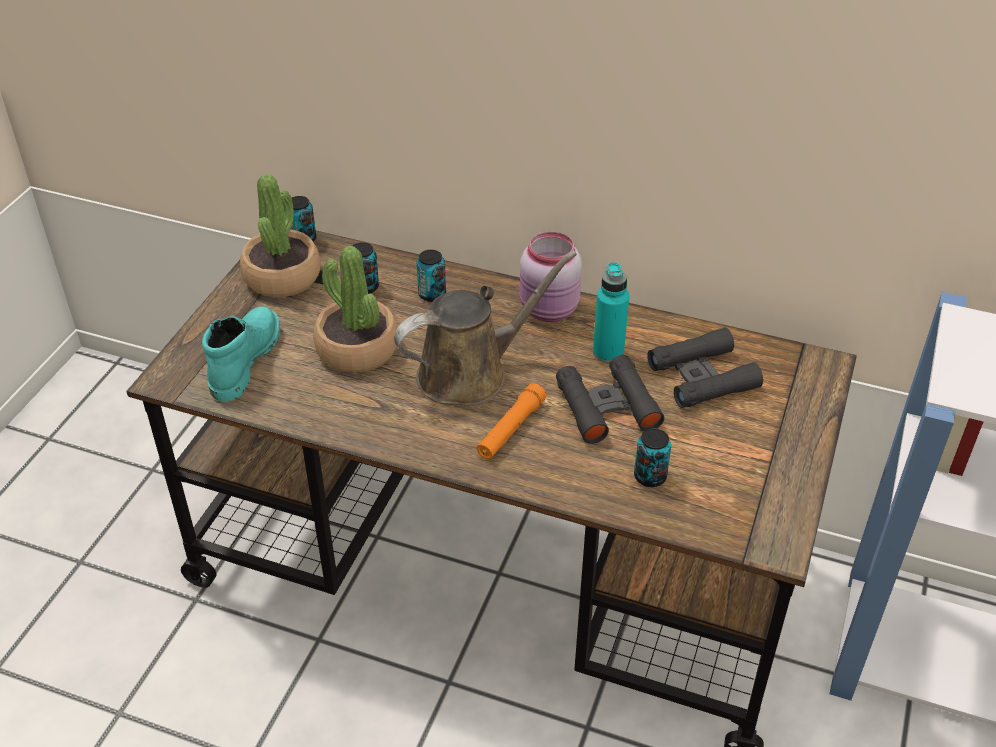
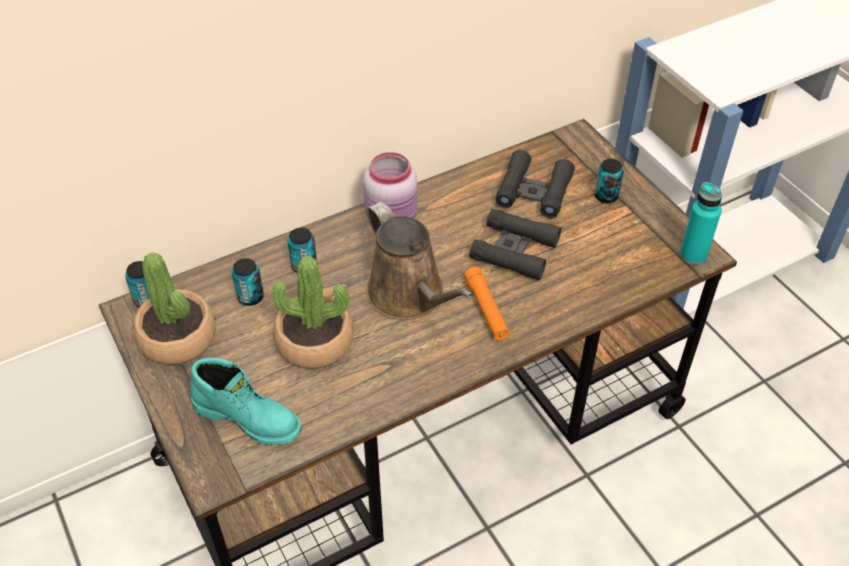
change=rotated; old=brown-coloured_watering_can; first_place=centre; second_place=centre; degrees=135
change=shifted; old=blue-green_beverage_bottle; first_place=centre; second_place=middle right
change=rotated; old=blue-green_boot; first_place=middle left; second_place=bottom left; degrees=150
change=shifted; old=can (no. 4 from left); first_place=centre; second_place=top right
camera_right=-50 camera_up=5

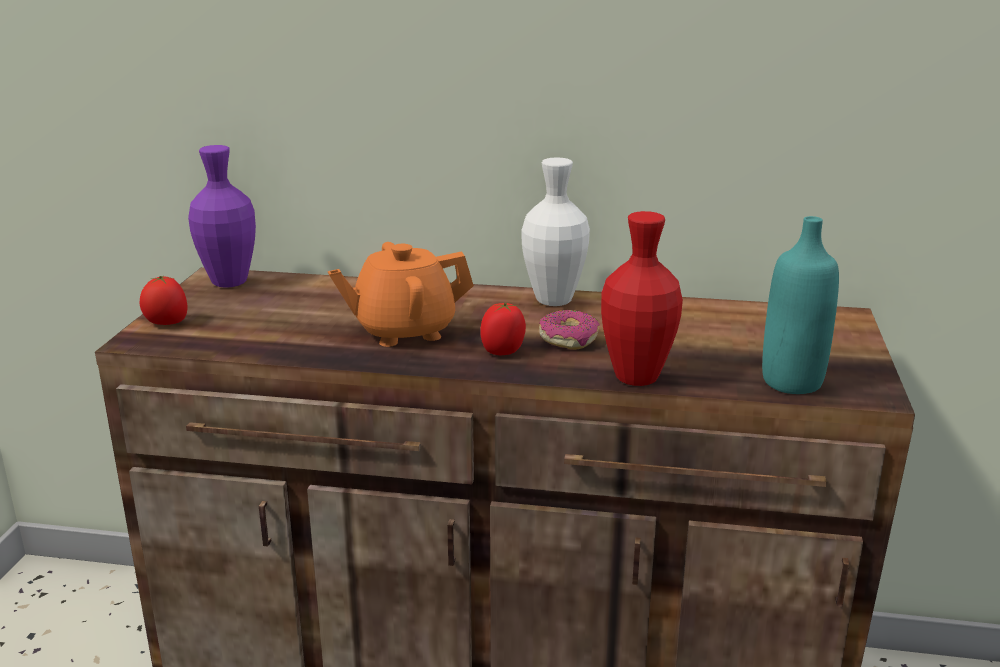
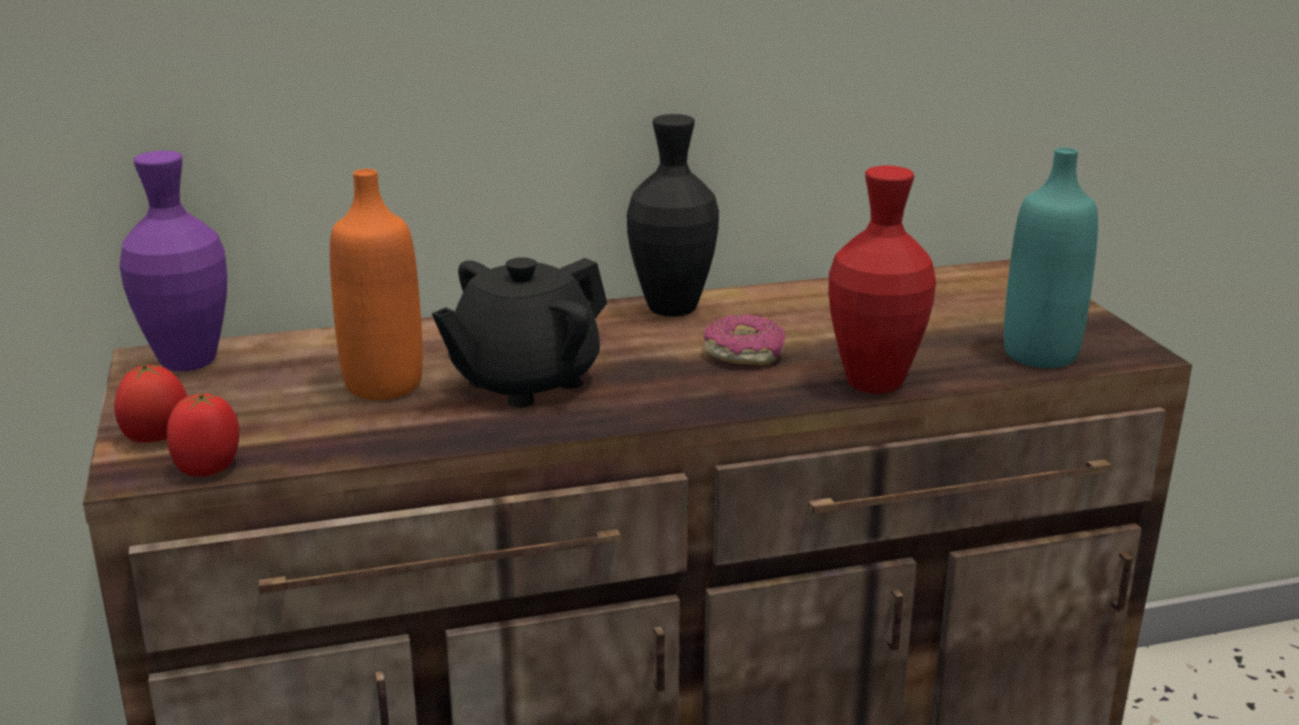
change=repainted; old=whitish_flower_vase; new=black-coloured_flower_vase; first_place=centre; second_place=top centre
change=repainted; old=orangey_teapot; new=black-coloured_teapot; first_place=centre; second_place=centre
change=shifted; old=fresh_tomato (no. 2 from left); first_place=centre; second_place=middle left
change=new; new=orangey_beverage_bottle; second_place=middle left
camera_right=-25 camera_up=0

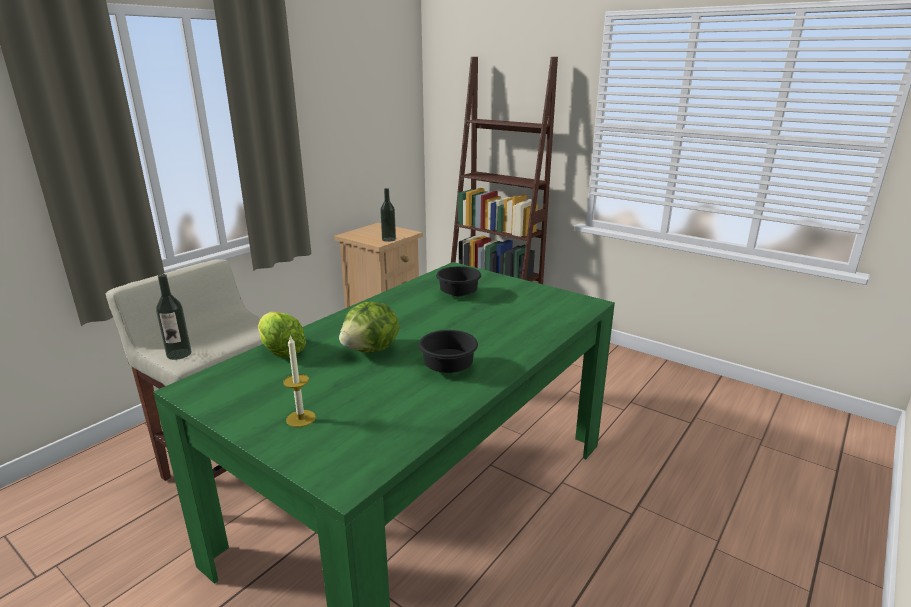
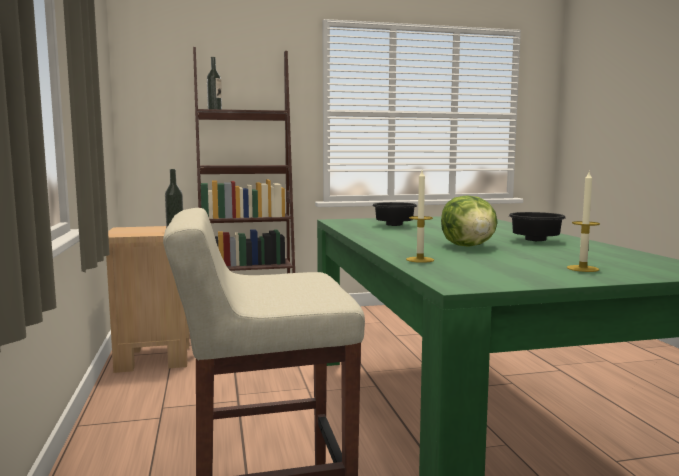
change=shifted; old=beverage_bottle (no. 1 from left in the first image); new=beverage_bottle (no. 2 from left); first_place=middle left; second_place=top left
change=swapped; old=head_of_lettuce (no. 1 from left); new=candle (no. 1 from left); first_place=middle left; second_place=centre
camera_right=-50 camera_up=-15

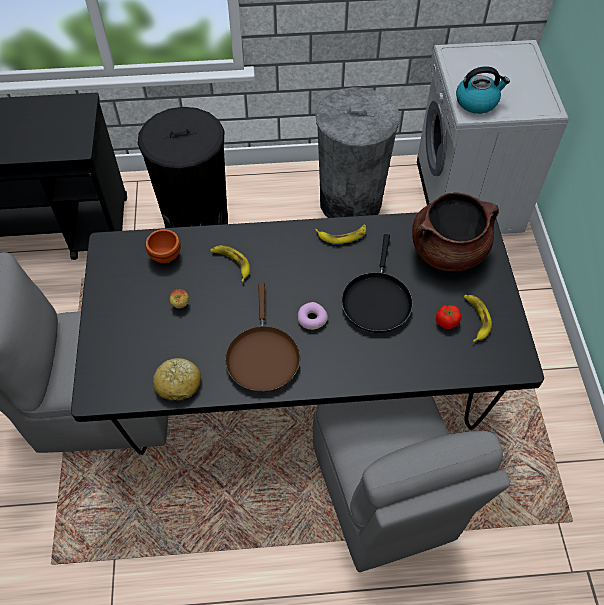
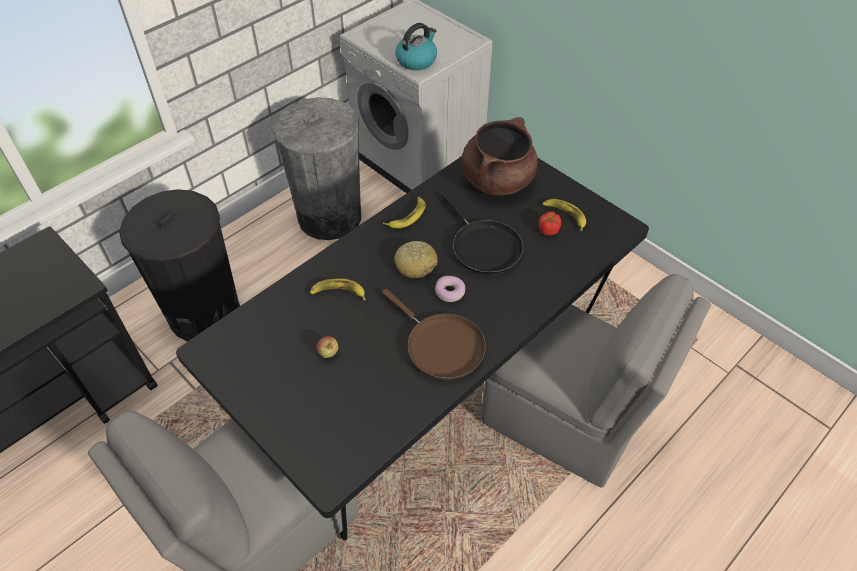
change=gone; old=brown-coloured_deep_dish; first_place=middle left
change=shifted; old=bread; first_place=middle left; second_place=centre
camera_right=-40 camera_up=-5

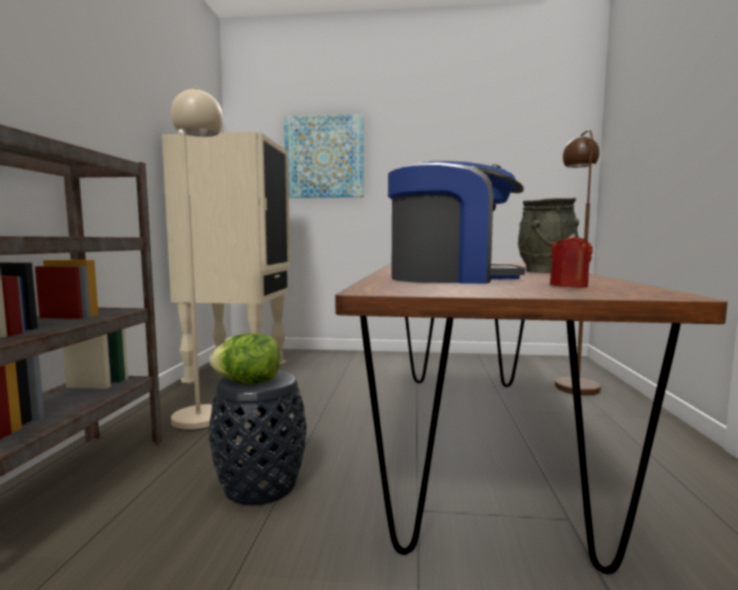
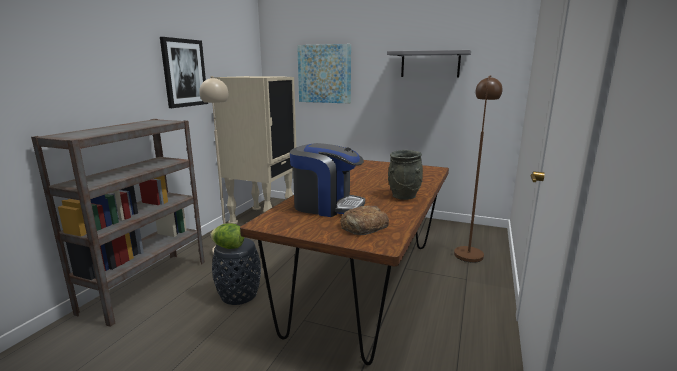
change=swapped; old=red-coloured_candle; new=bread; first_place=middle right; second_place=centre
change=new; new=picture (no. 1 from left); second_place=top left
change=new; new=greyish_wall_shelf; second_place=top centre
camera_right=15 camera_up=10

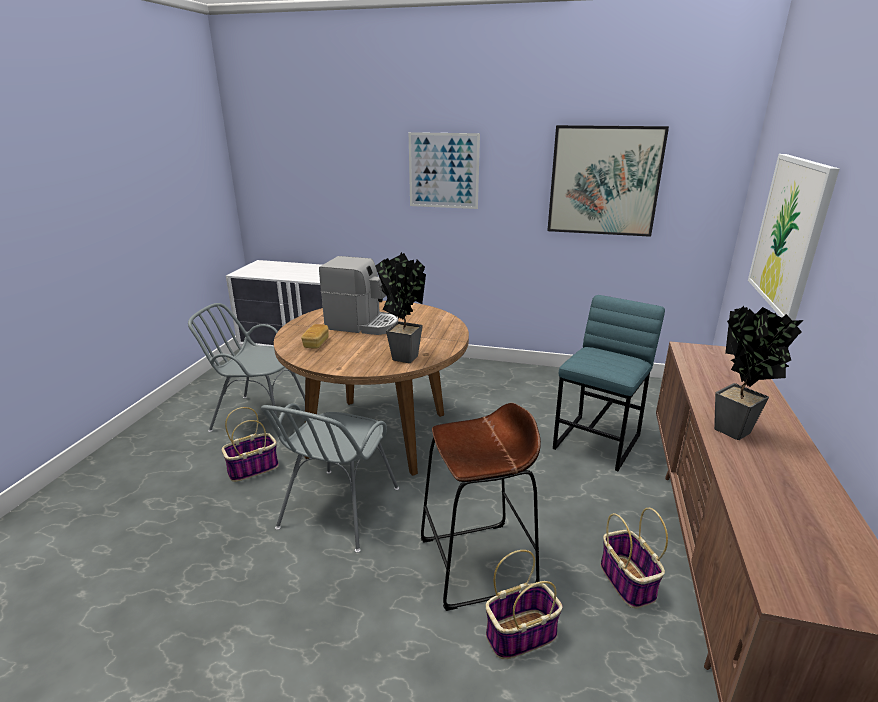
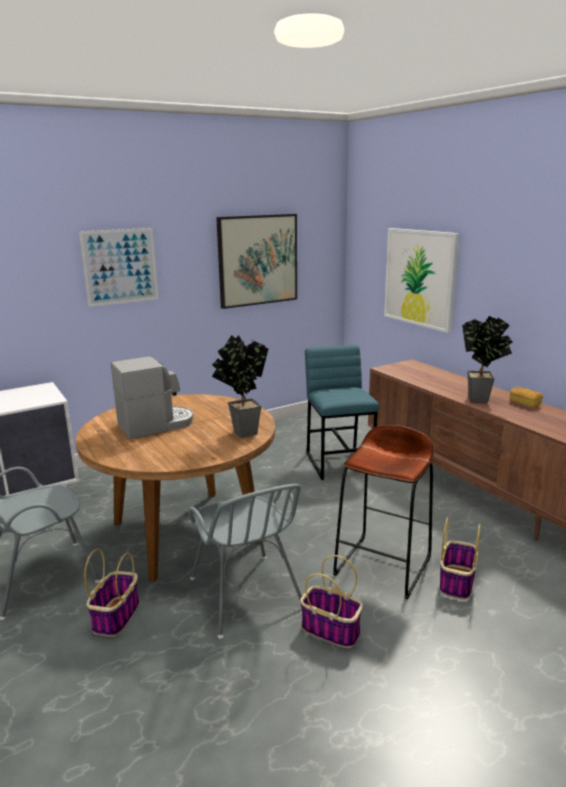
change=shifted; old=bread; first_place=centre; second_place=middle right
change=shifted; old=storage_basket (no. 3 from left in the first image); new=storage_basket (no. 2 from left); first_place=bottom right; second_place=bottom centre
camera_right=-45 camera_up=-5

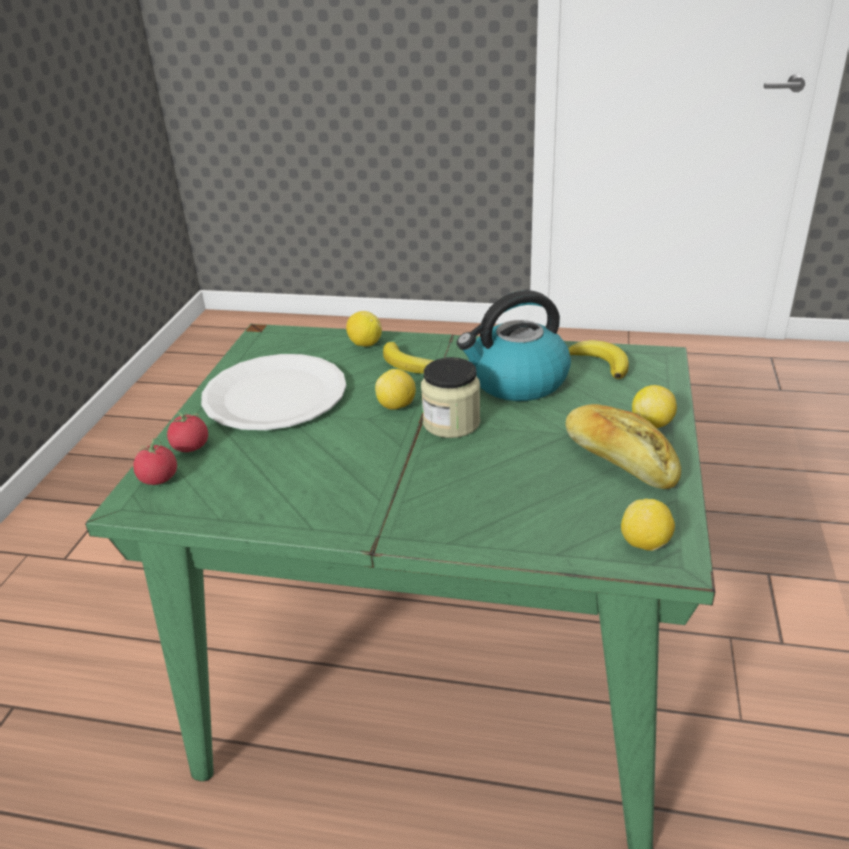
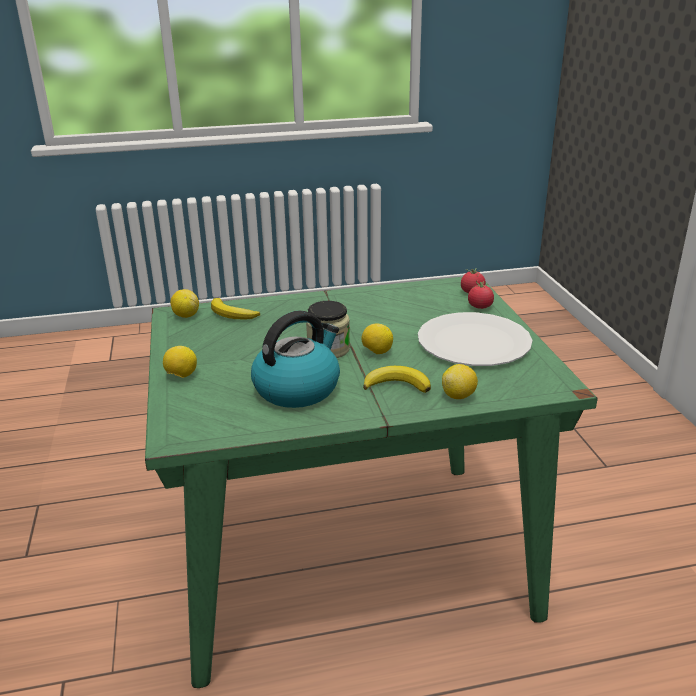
change=shifted; old=banana (no. 2 from left in the first image); new=banana (no. 1 from left); first_place=middle right; second_place=centre
change=gone; old=bread; first_place=middle right
camera_right=155 camera_up=-5

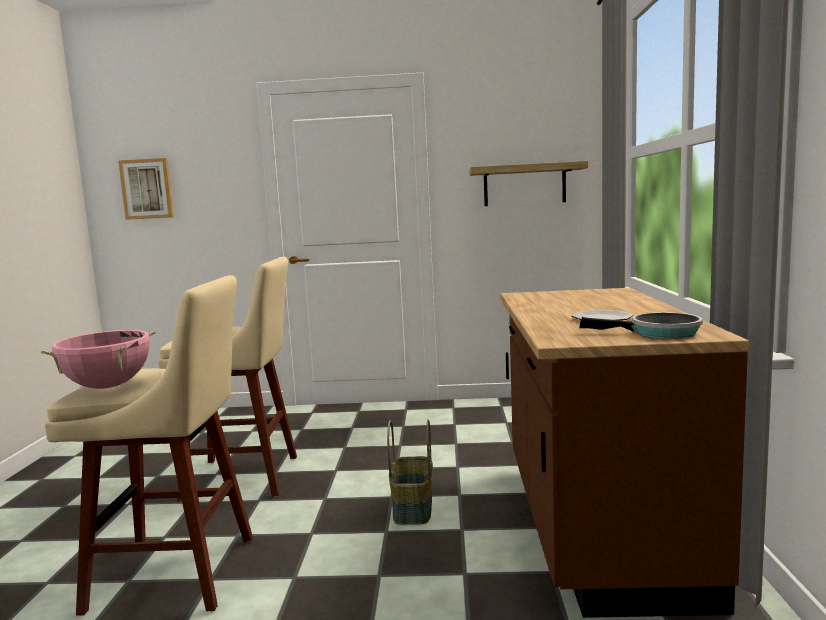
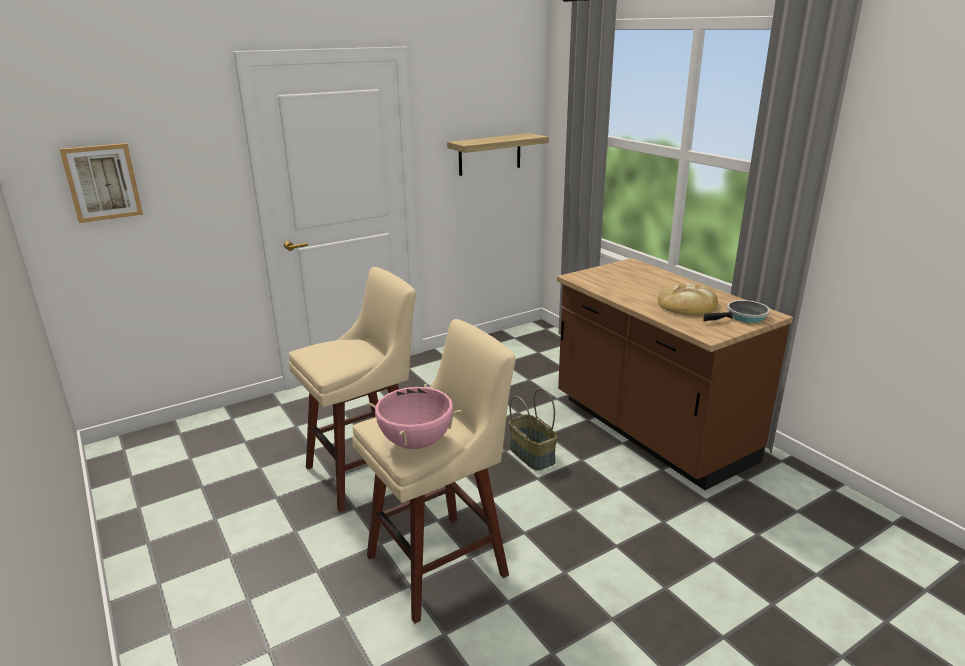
change=swapped; old=flat_dish; new=bread; first_place=middle right; second_place=middle right
camera_right=-35 camera_up=15

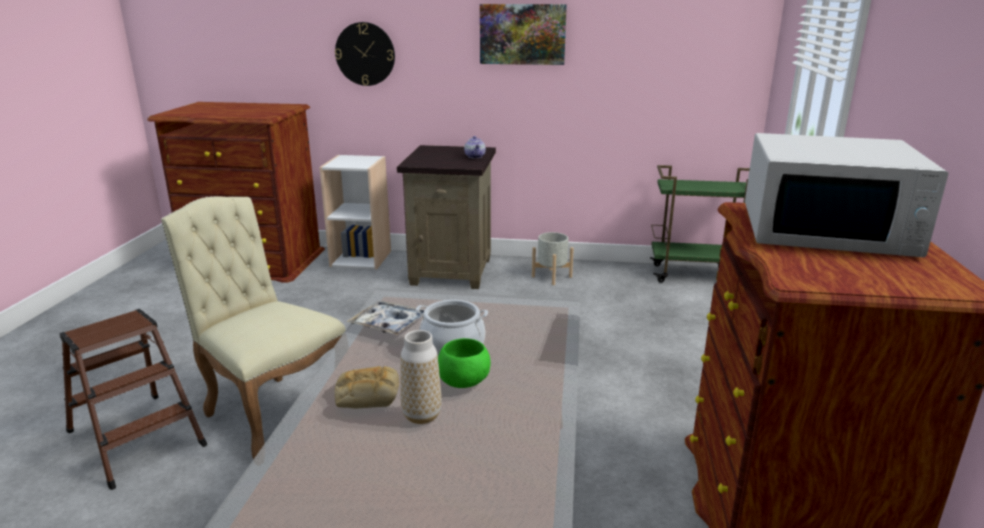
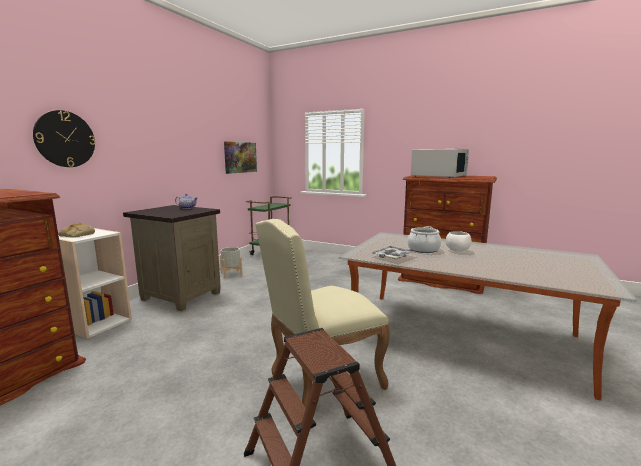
change=shifted; old=picture; first_place=top centre; second_place=centre
change=gone; old=flower_vase; first_place=bottom centre
change=repainted; old=greenish_deep_dish; new=whitish_deep_dish; first_place=bottom centre; second_place=middle right
change=shifted; old=bread; first_place=bottom centre; second_place=middle left
camera_right=-70 camera_up=-10

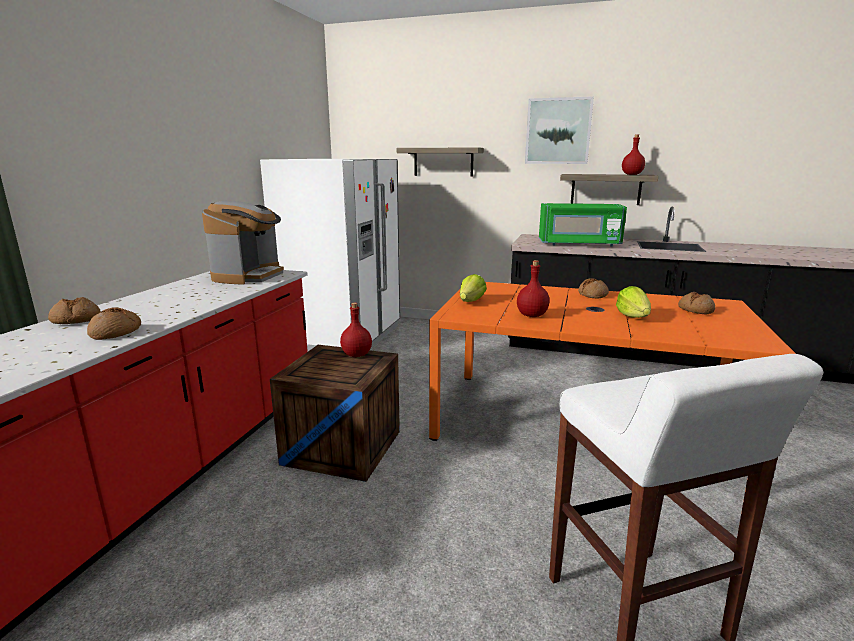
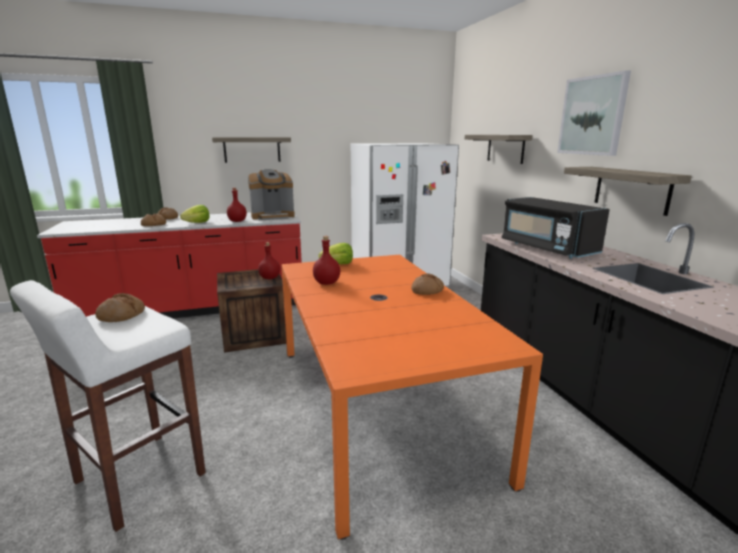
change=shifted; old=red-coloured_beverage_bottle (no. 3 from left in the first image); new=red-coloured_beverage_bottle (no. 1 from left); first_place=top right; second_place=middle left
change=repainted; old=greenish_microwave_oven; new=black-coloured_microwave_oven; first_place=middle right; second_place=middle right
change=shifted; old=head_of_lettuce (no. 2 from left in the first image); new=head_of_lettuce (no. 1 from left); first_place=middle right; second_place=middle left
change=shifted; old=bread (no. 4 from left in the first image); new=bread (no. 1 from left); first_place=middle right; second_place=middle left
change=new; new=wall_shelf (no. 1 from left); second_place=top centre
camera_right=55 camera_up=0

